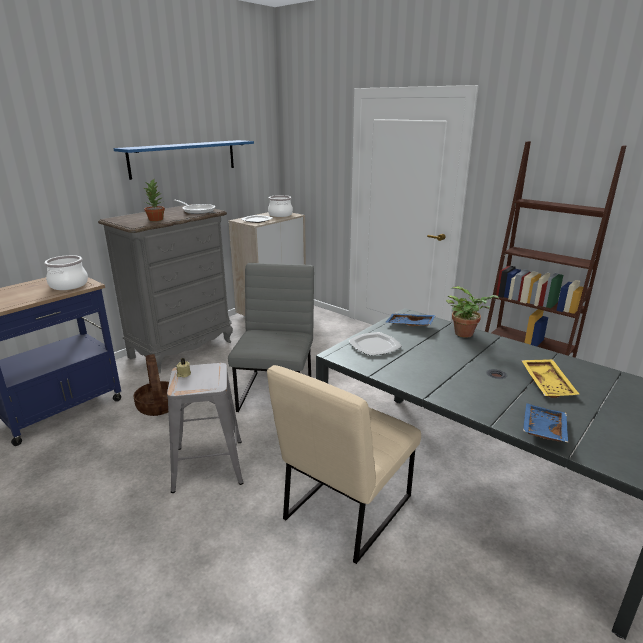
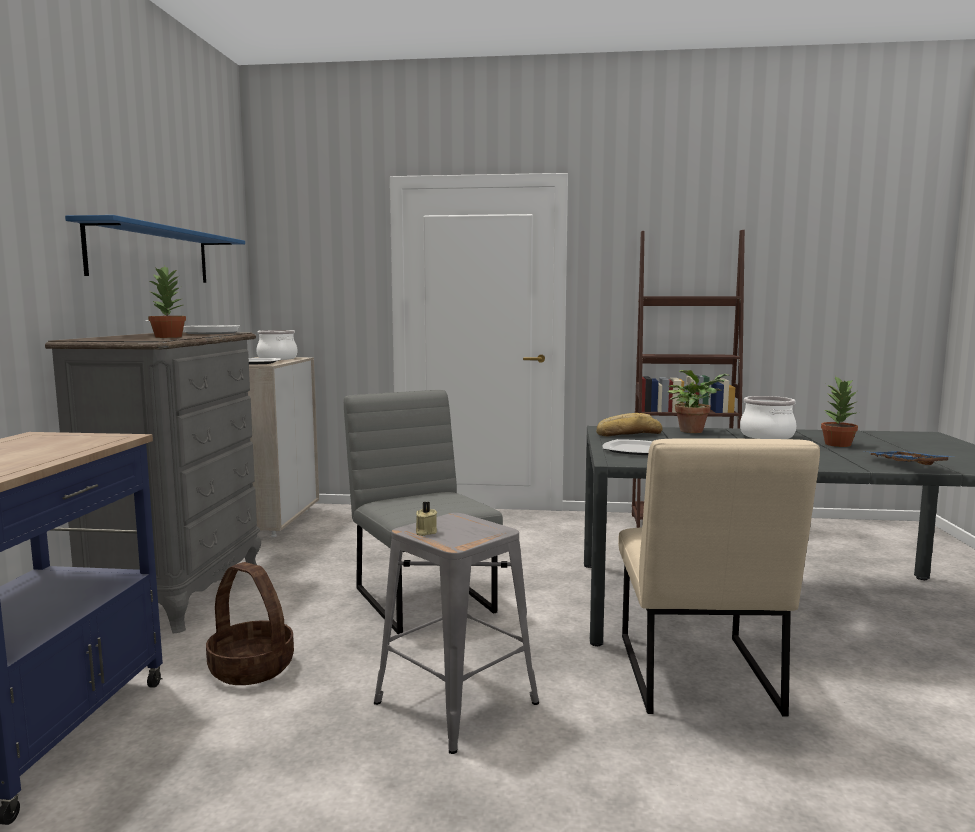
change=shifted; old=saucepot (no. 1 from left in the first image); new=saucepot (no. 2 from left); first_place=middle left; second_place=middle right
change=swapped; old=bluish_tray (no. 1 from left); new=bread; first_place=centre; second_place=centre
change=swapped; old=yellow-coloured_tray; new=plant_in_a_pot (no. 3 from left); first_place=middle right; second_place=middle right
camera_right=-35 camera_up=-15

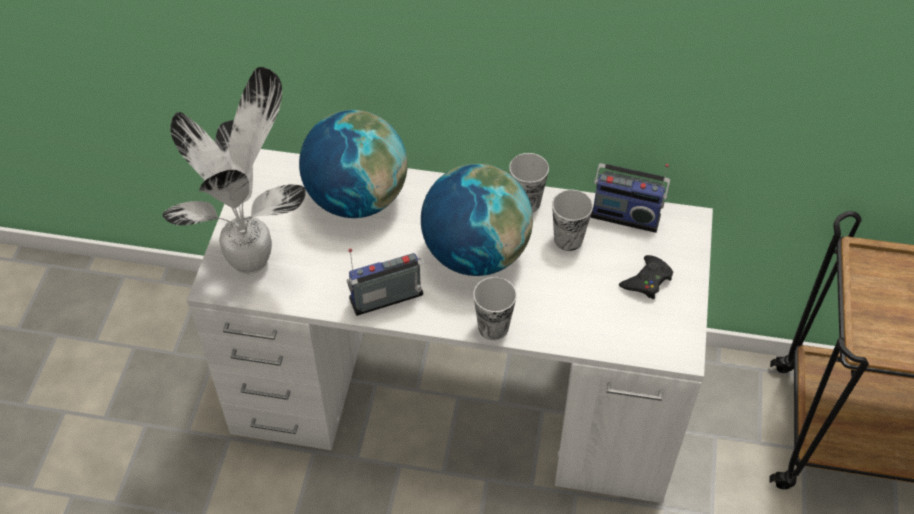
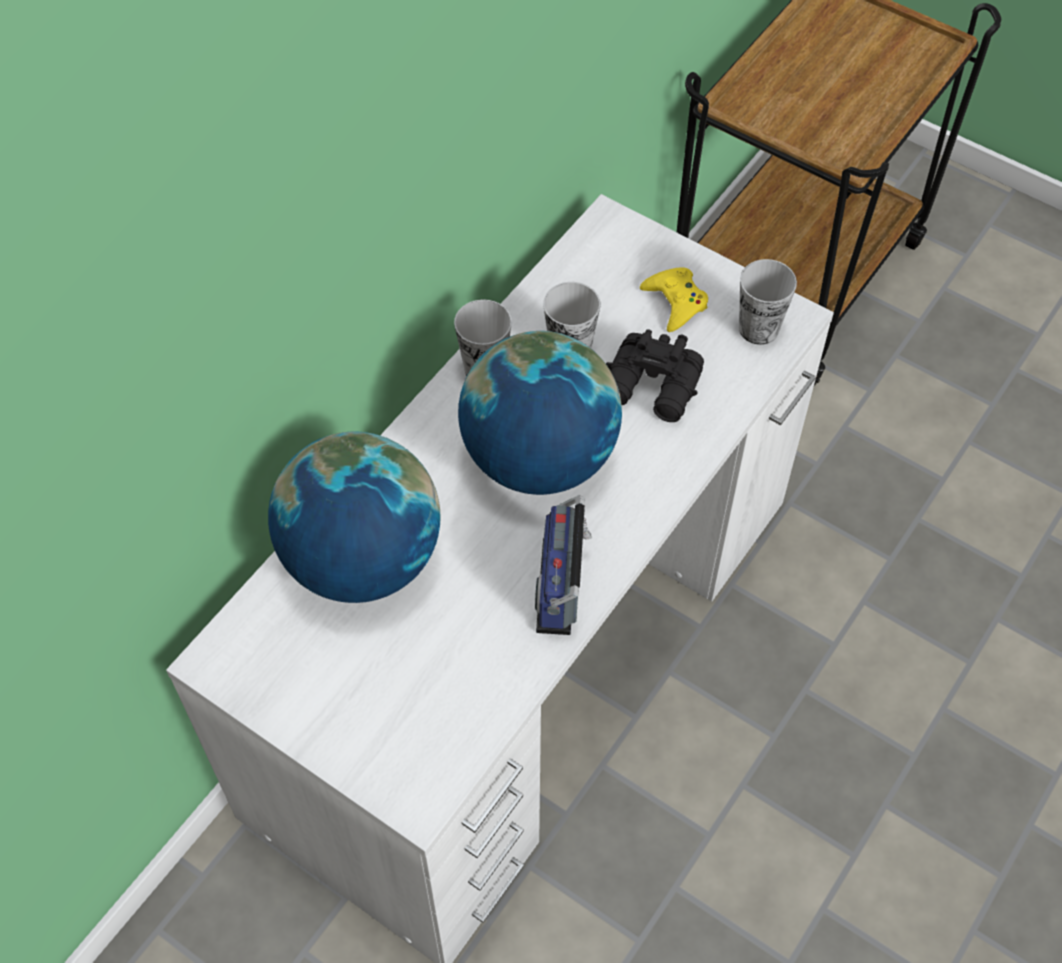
change=gone; old=plant_in_a_pot; first_place=top left
change=gone; old=radio_set (no. 2 from left); first_place=middle right
change=repainted; old=black-coloured_joypad; new=yellow-coloured_joypad; first_place=middle right; second_place=top centre
change=shifted; old=cup (no. 1 from left in the first image); new=cup (no. 3 from left); first_place=centre; second_place=top right
change=new; new=black-coloured_field_glasses; second_place=centre
camera_right=-65 camera_up=5

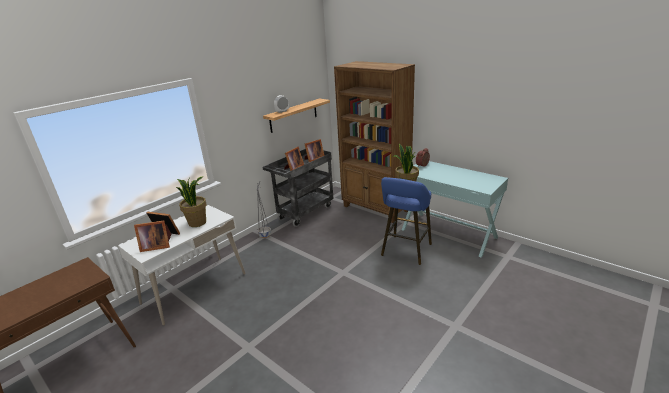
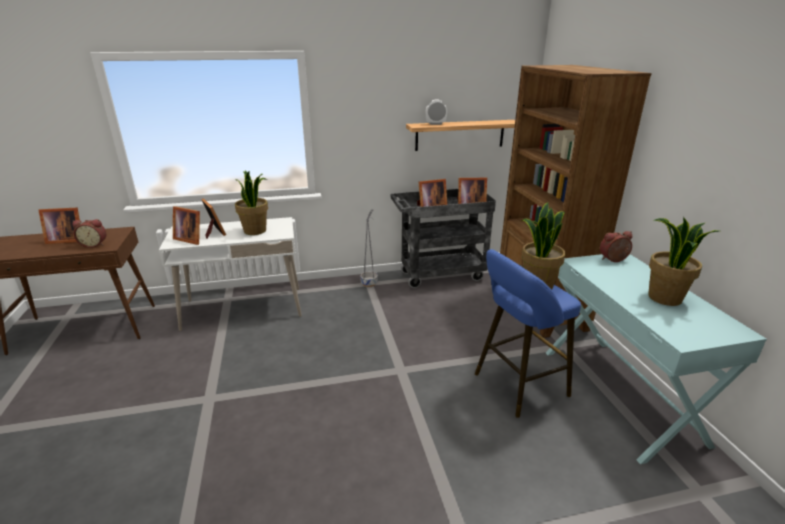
change=new; new=picture_frame (no. 1 from left); second_place=middle left
change=new; new=plant_in_a_pot (no. 3 from left); second_place=middle right
change=new; new=alarm_clock (no. 1 from left); second_place=middle left
camera_right=35 camera_up=0

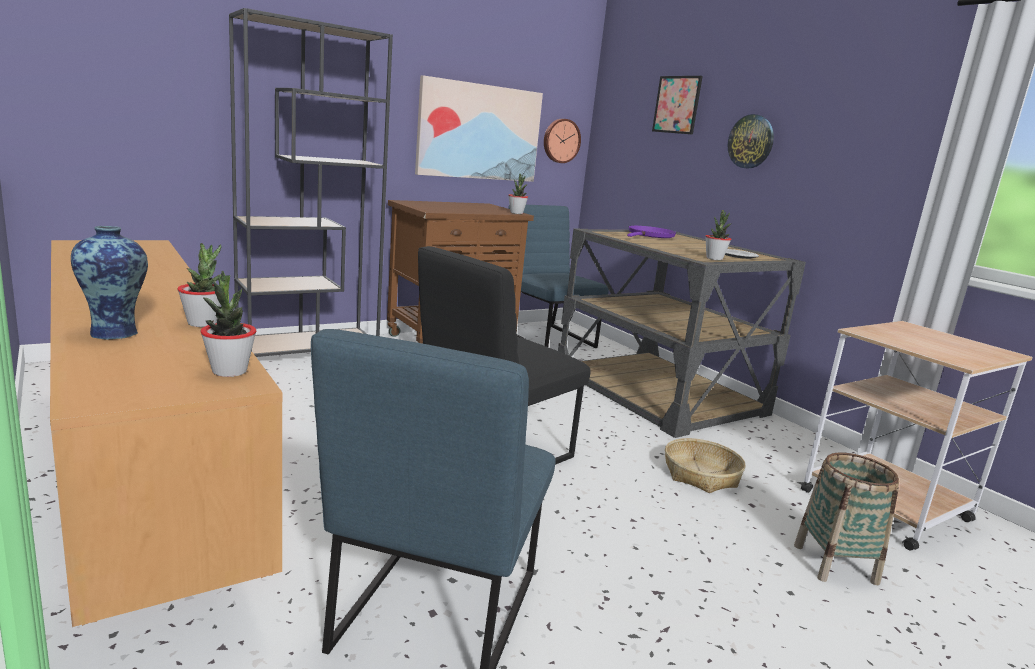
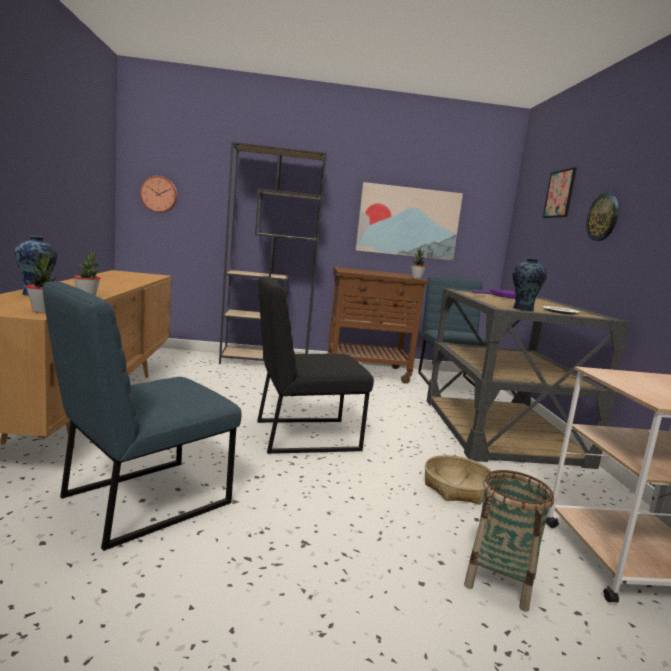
change=shifted; old=hanging_clock (no. 1 from left); first_place=top centre; second_place=top left
change=swapped; old=plant_in_a_pot (no. 4 from left); new=flower_vase (no. 2 from left); first_place=middle right; second_place=middle right
camera_right=30 camera_up=-5

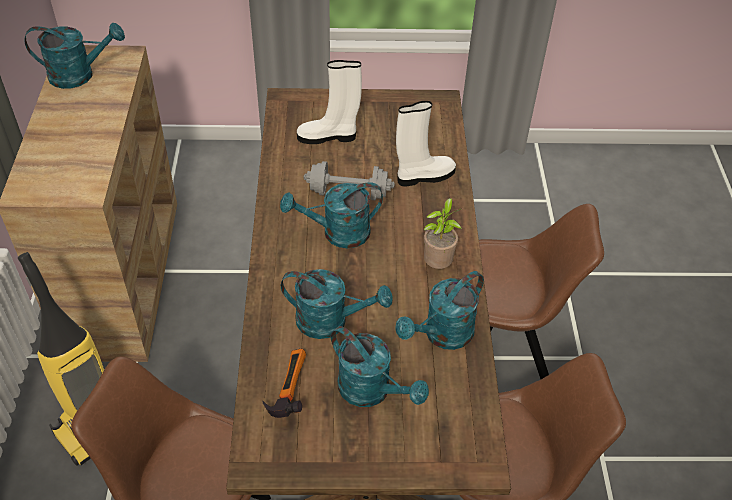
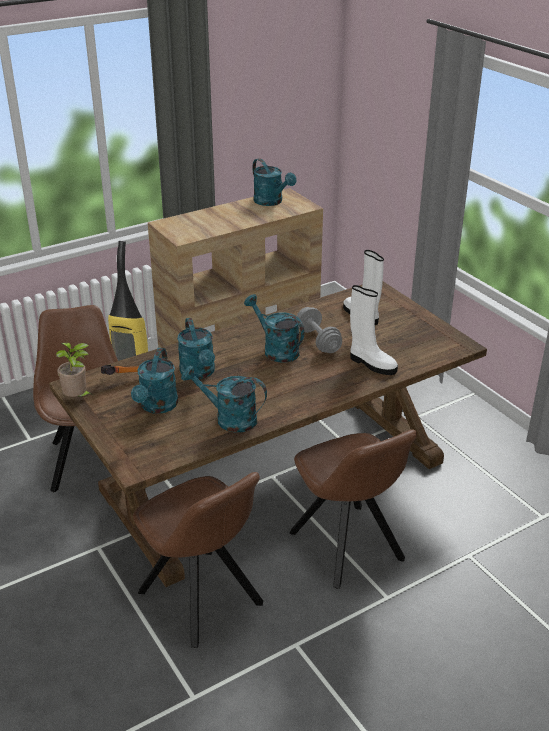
change=shifted; old=plant_in_a_pot; first_place=centre; second_place=middle left
camera_right=60 camera_up=-15

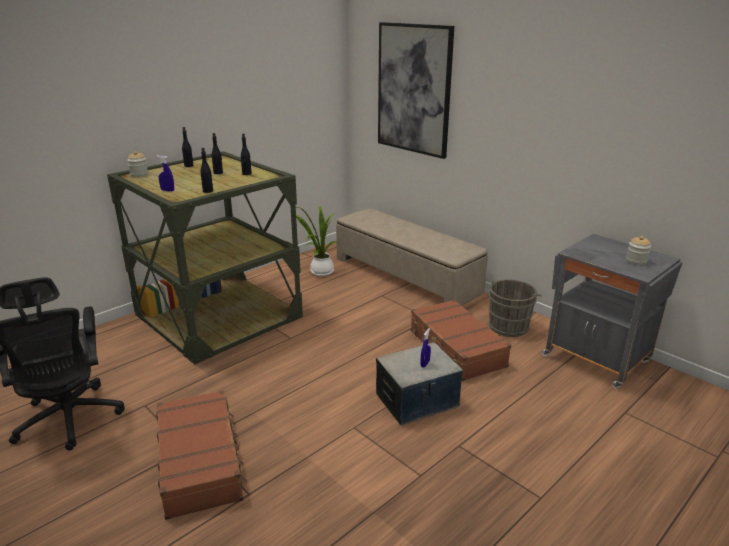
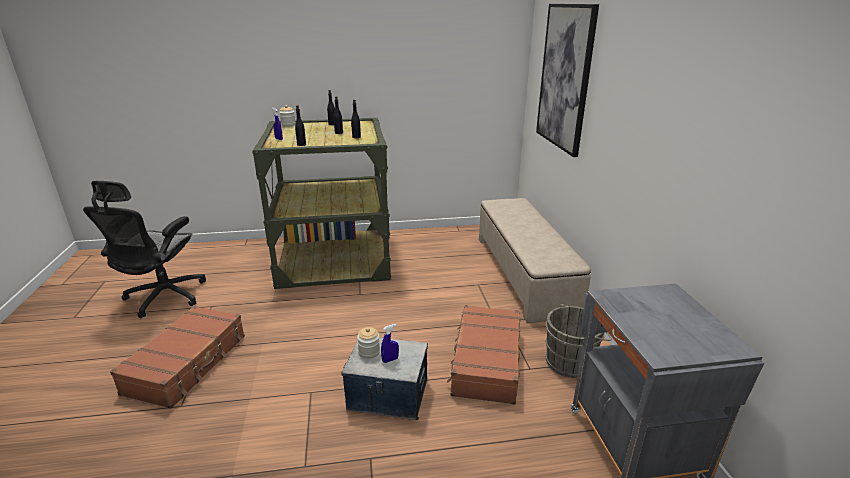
change=gone; old=plant_in_a_pot; first_place=centre
change=shifted; old=preserve_jar (no. 2 from left); first_place=middle right; second_place=bottom centre
camera_right=35 camera_up=0

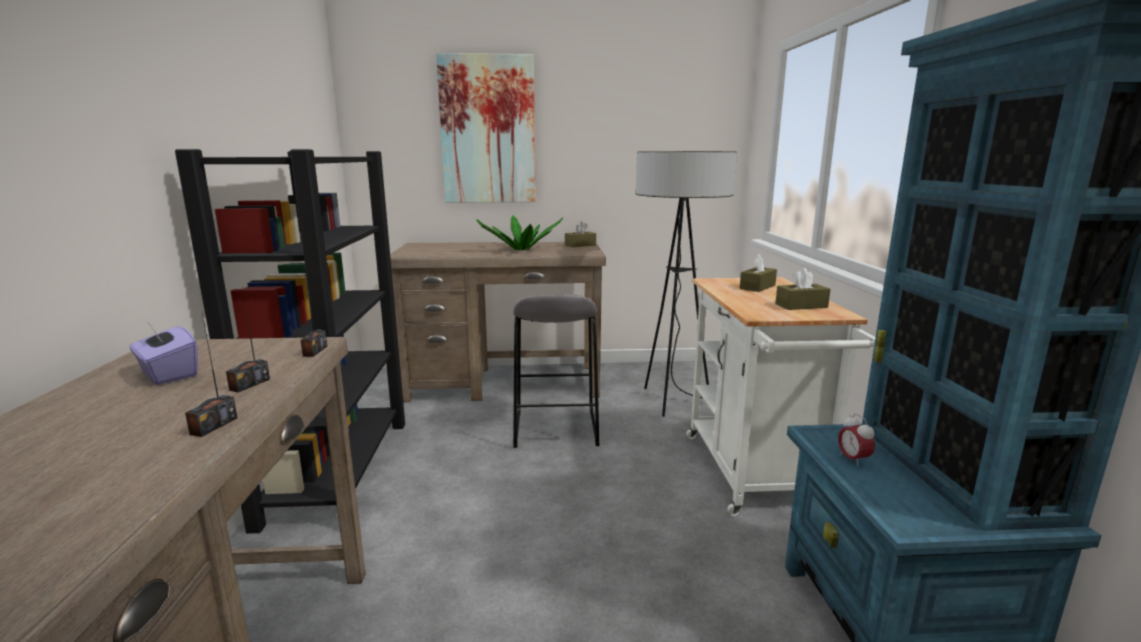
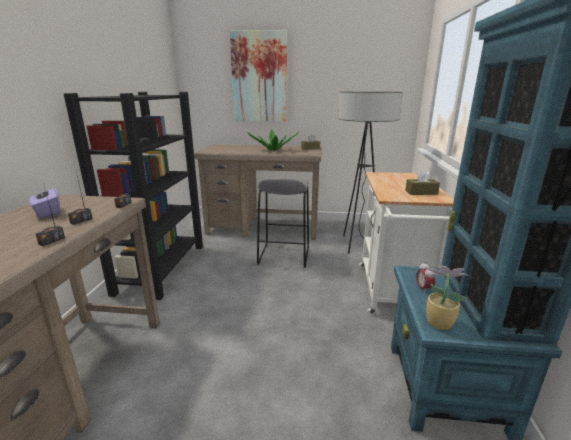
change=gone; old=brown-coloured_tissue_box (no. 2 from left); first_place=centre
change=new; new=plant_in_a_pot (no. 2 from left); second_place=bottom right
camera_right=10 camera_up=5

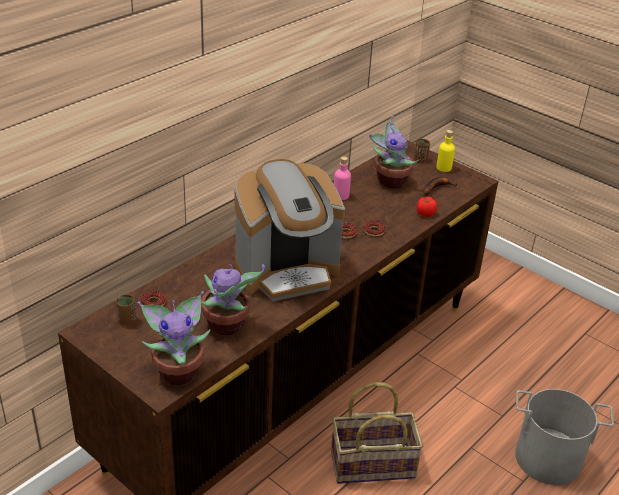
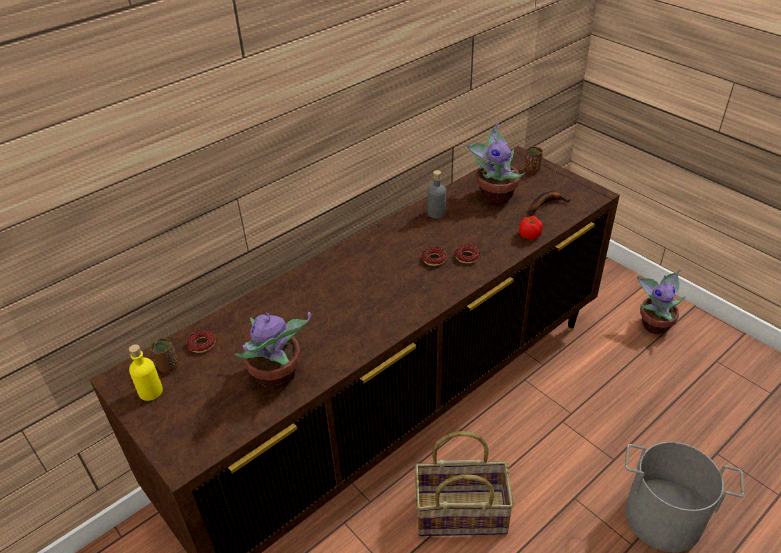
change=shifted; old=yellow-coloured_beverage_bottle; first_place=top right; second_place=bottom left
change=repainted; old=pink-coloured_beverage_bottle; new=greyish_beverage_bottle; first_place=centre; second_place=centre
change=gone; old=coffee_maker; first_place=centre
change=shifted; old=plant_in_a_pot (no. 1 from left in the first image); new=plant_in_a_pot (no. 3 from left); first_place=bottom left; second_place=middle right
camera_right=10 camera_up=5

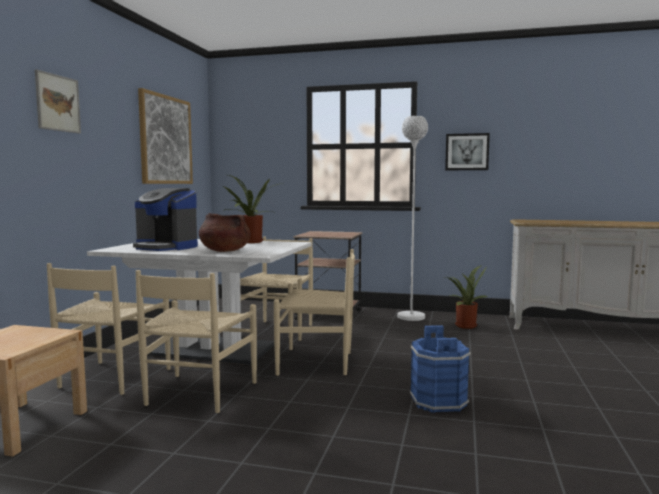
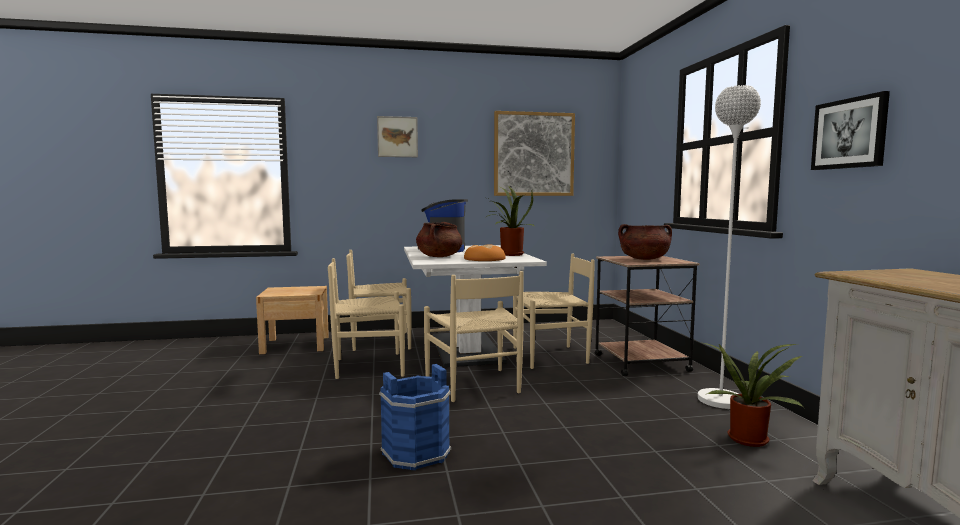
change=new; new=brown-coloured_saucepot (no. 2 from left); second_place=middle right
change=new; new=bread; second_place=centre
camera_right=65 camera_up=0

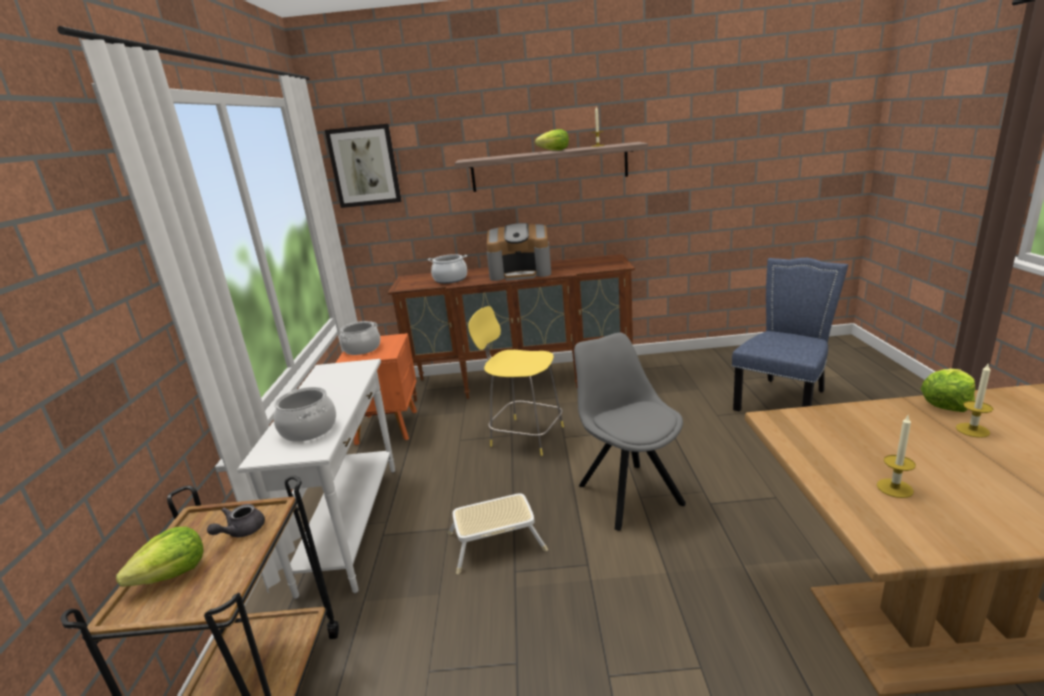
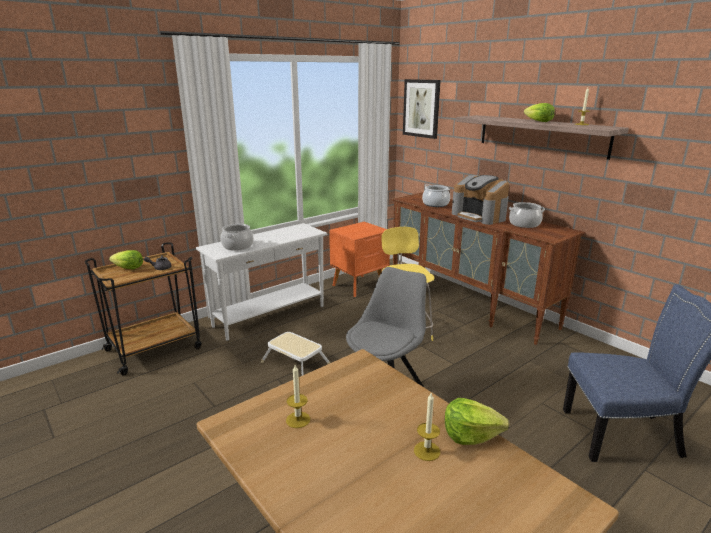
change=shifted; old=saucepot (no. 2 from left in the first image); new=saucepot (no. 3 from left); first_place=centre; second_place=middle right
camera_right=50 camera_up=0

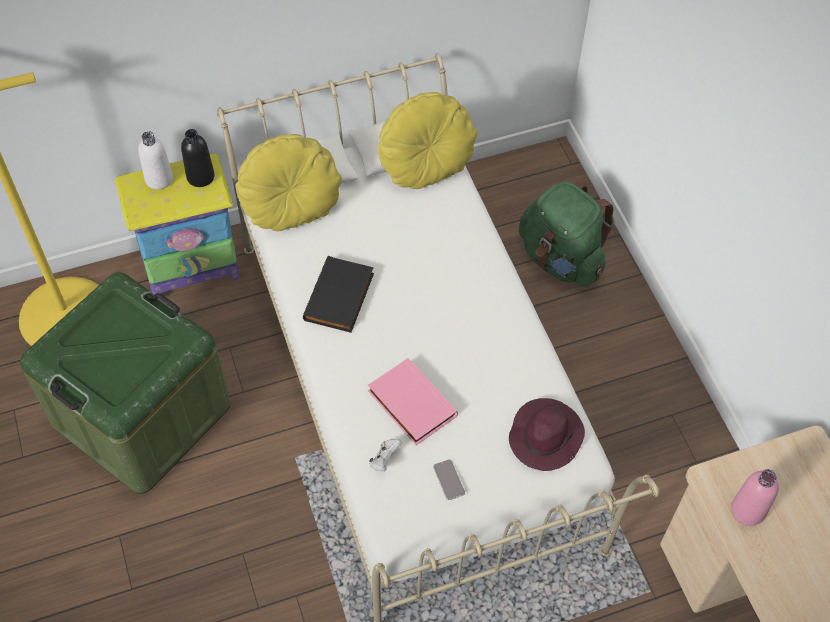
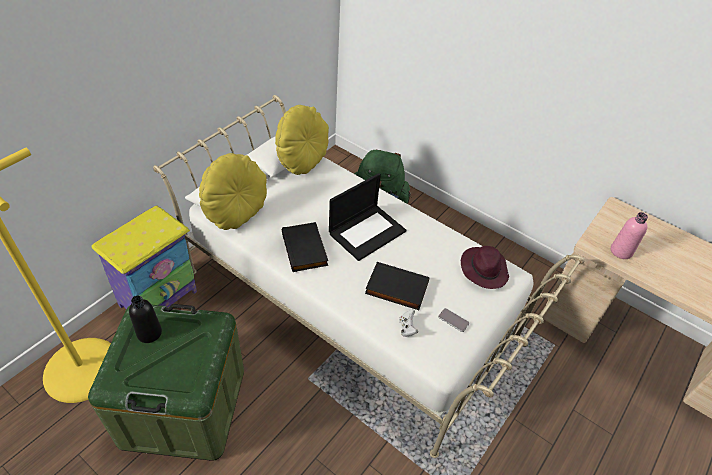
change=shifted; old=black-coloured_beverage_bottle; first_place=top left; second_place=bottom left
change=gone; old=whitish_beverage_bottle; first_place=top left
change=repainted; old=pink-coloured_book; new=black-coloured_book (no. 2 from left); first_place=centre; second_place=centre
change=new; new=laptop; second_place=centre
camera_right=-35 camera_up=-10

